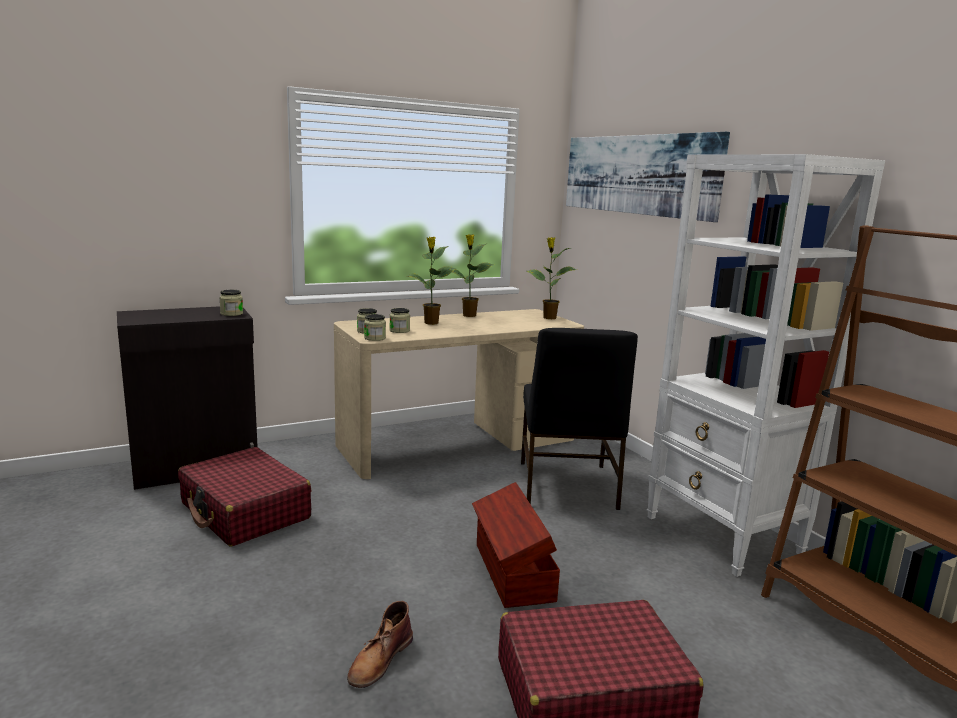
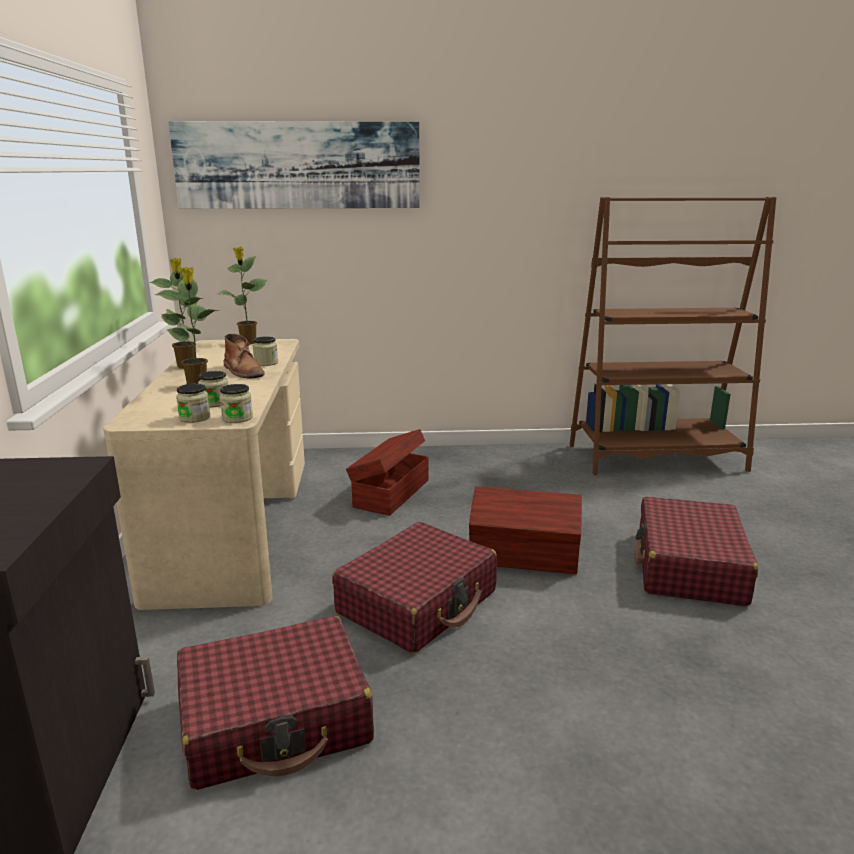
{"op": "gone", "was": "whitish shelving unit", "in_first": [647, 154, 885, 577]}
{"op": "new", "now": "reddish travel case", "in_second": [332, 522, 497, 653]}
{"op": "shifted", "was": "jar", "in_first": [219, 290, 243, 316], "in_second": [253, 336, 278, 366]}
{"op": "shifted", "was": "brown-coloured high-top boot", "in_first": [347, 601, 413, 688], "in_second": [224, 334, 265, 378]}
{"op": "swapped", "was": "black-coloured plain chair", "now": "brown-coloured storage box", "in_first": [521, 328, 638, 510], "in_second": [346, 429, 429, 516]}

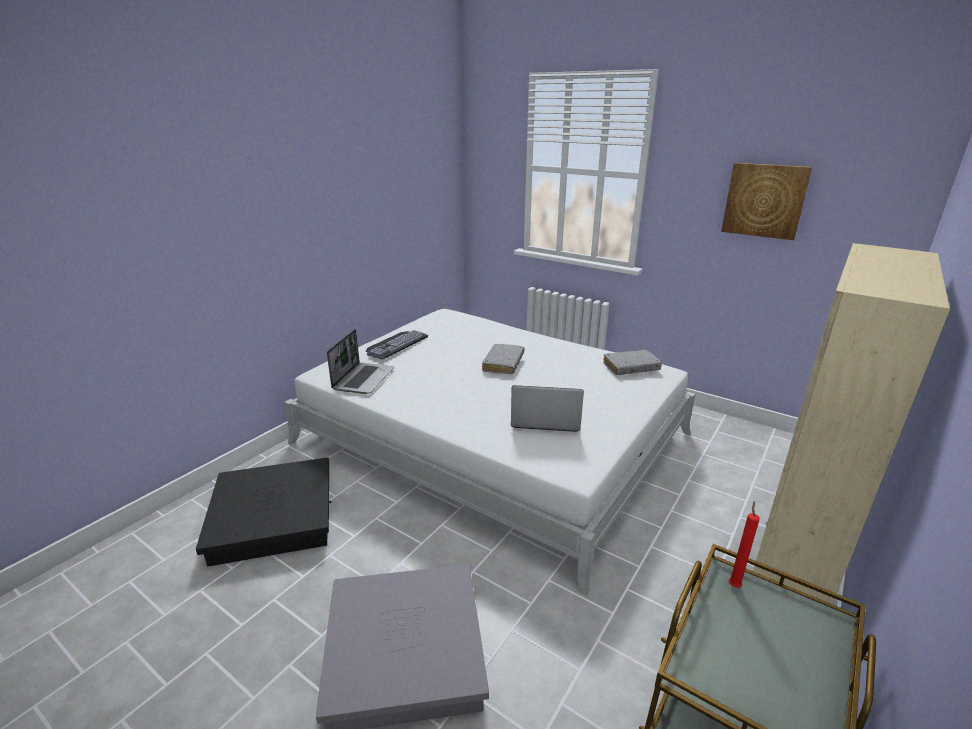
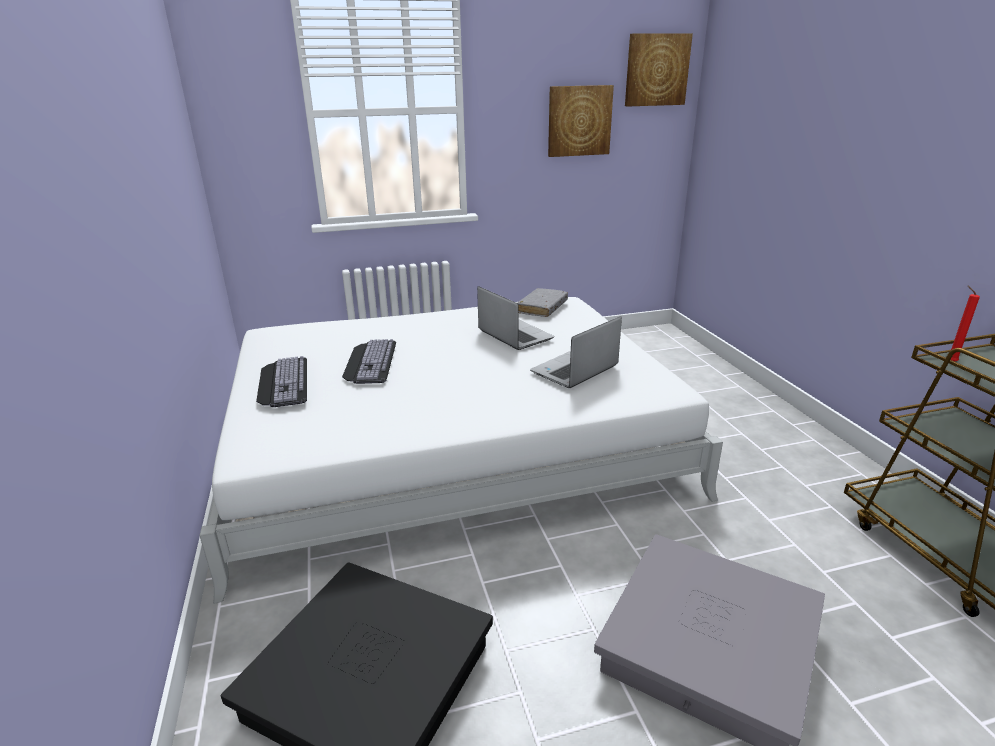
{"op": "gone", "was": "gray bound book", "in_first": [482, 344, 524, 374]}
{"op": "gone", "was": "sand-coloured shelving unit", "in_first": [753, 243, 950, 604]}
{"op": "new", "now": "PC keyboard", "in_second": [342, 339, 396, 384]}
{"op": "new", "now": "picture", "in_second": [625, 33, 693, 107]}
{"op": "shifted", "was": "laptop", "in_first": [327, 329, 394, 394], "in_second": [477, 286, 554, 350]}

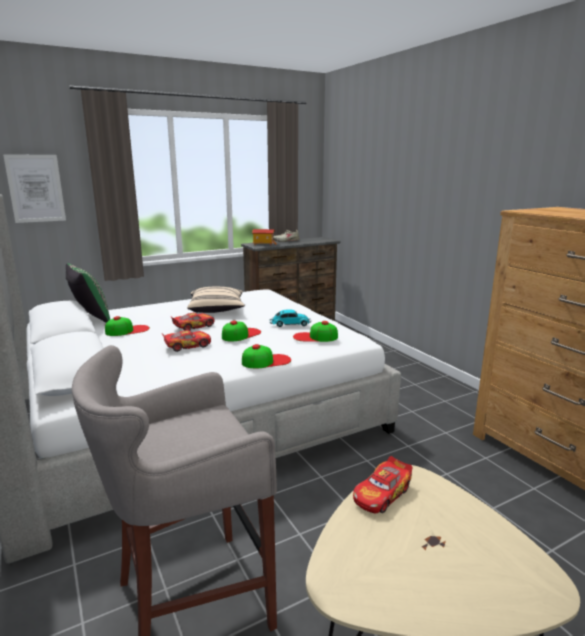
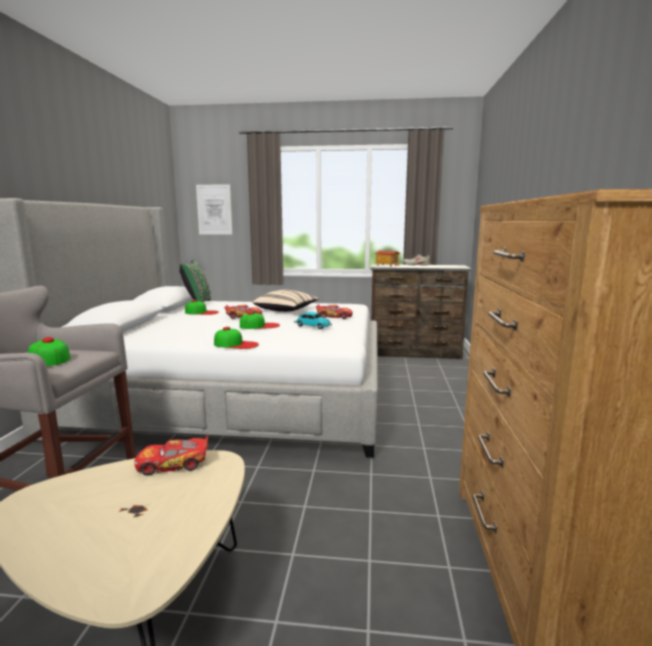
{"op": "shifted", "was": "model car", "in_first": [162, 330, 211, 352], "in_second": [316, 304, 352, 319]}
{"op": "shifted", "was": "cap", "in_first": [293, 321, 338, 342], "in_second": [28, 337, 70, 366]}

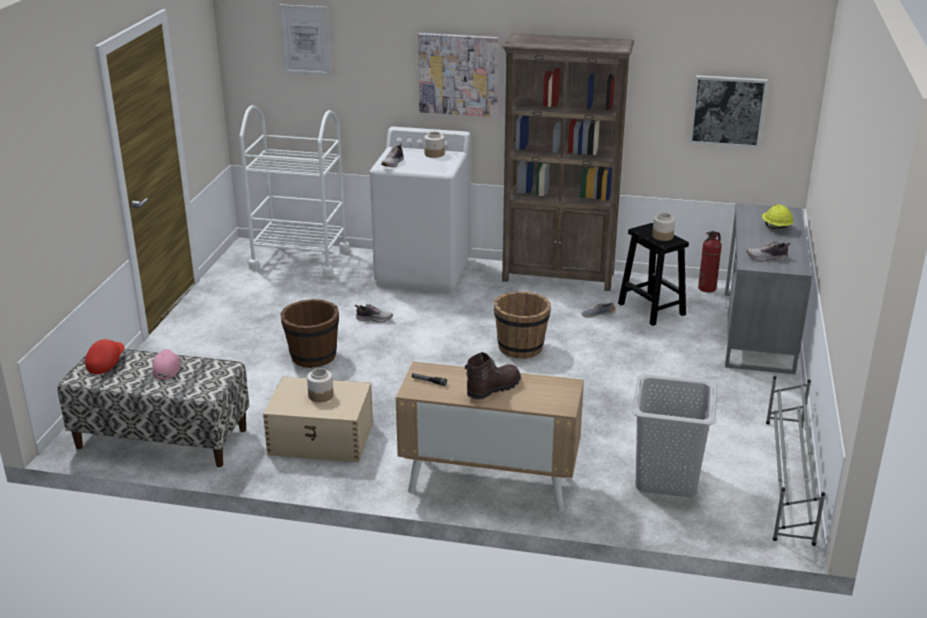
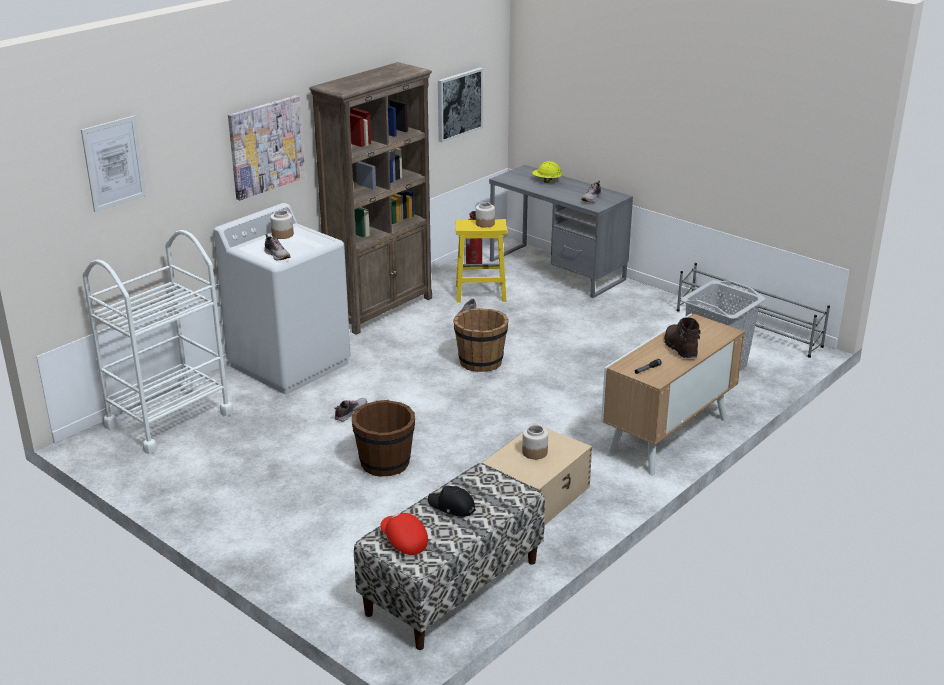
{"op": "repainted", "was": "pink cap", "now": "black-coloured cap", "in_first": [153, 349, 181, 380], "in_second": [428, 486, 476, 517]}
{"op": "repainted", "was": "black-coloured sitting stool", "now": "yellowish sitting stool", "in_first": [618, 223, 689, 326], "in_second": [456, 219, 507, 302]}

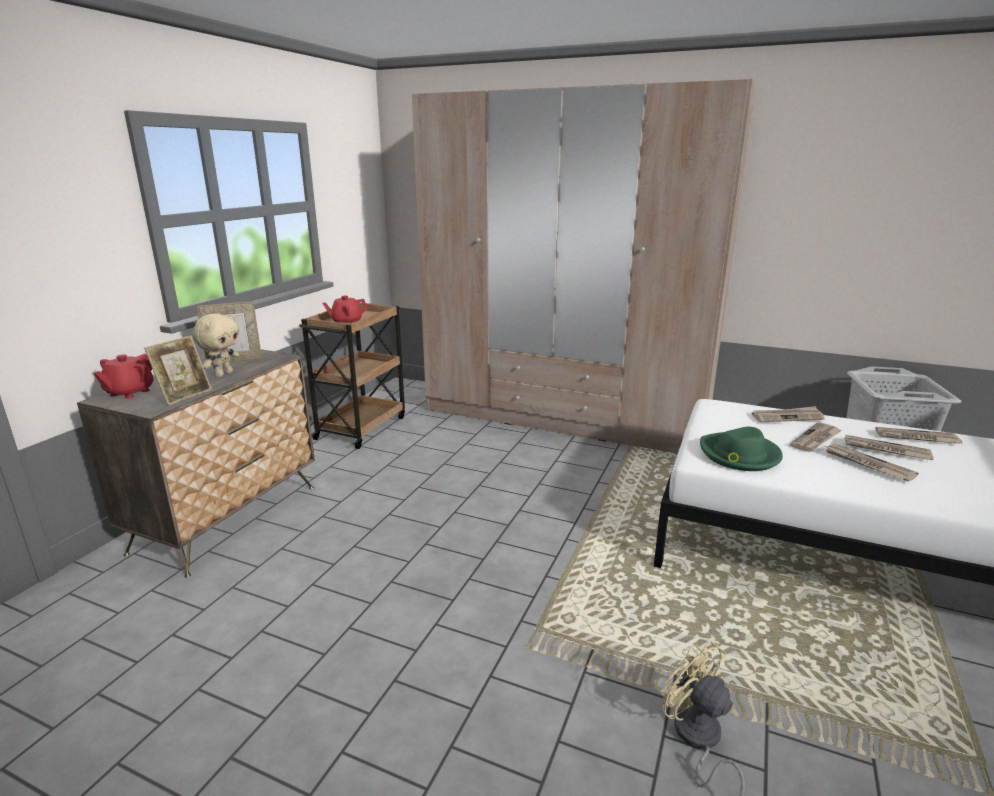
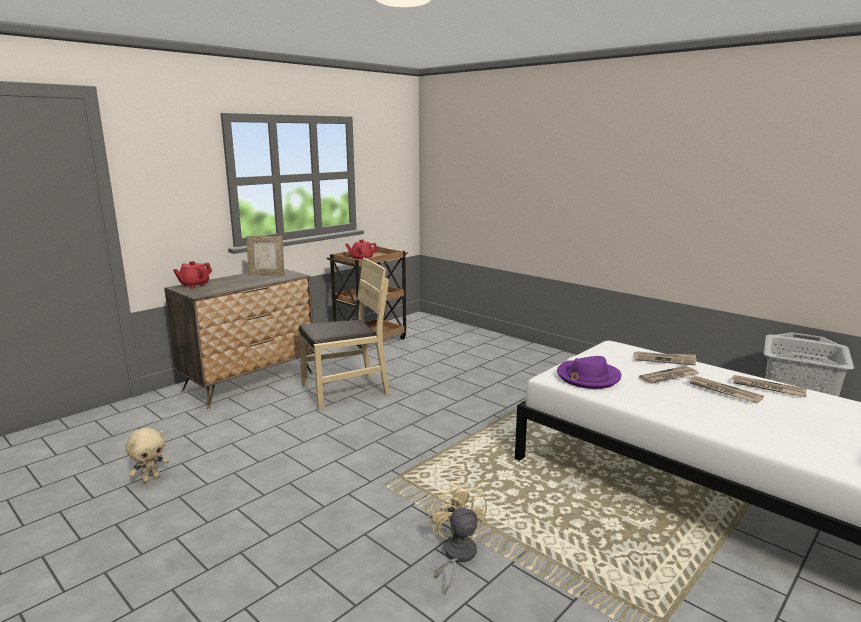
{"op": "gone", "was": "picture frame", "in_first": [144, 336, 212, 406]}
{"op": "gone", "was": "sand-coloured armoire", "in_first": [412, 79, 756, 454]}
{"op": "gone", "was": "daily paper", "in_first": [826, 444, 919, 482]}
{"op": "new", "now": "sand-coloured plain chair", "in_second": [298, 258, 390, 410]}
{"op": "shifted", "was": "sand-coloured cuddly toy", "in_first": [193, 314, 240, 377], "in_second": [126, 428, 169, 483]}
{"op": "repainted", "was": "green hat", "now": "purplish hat", "in_first": [700, 427, 783, 471], "in_second": [557, 356, 621, 389]}

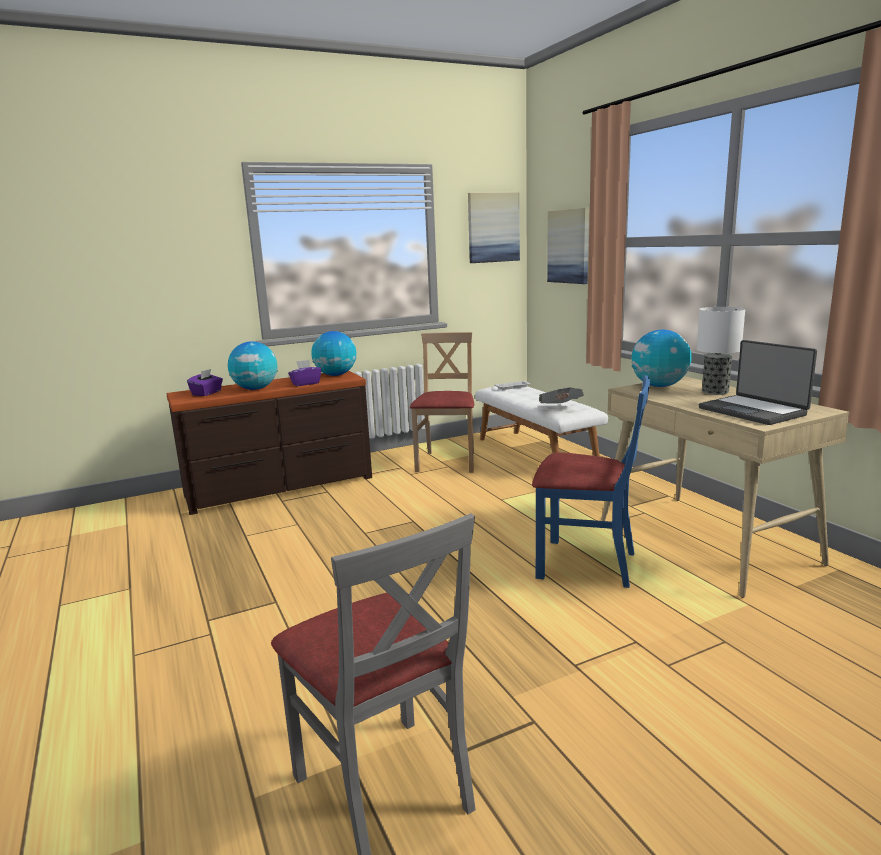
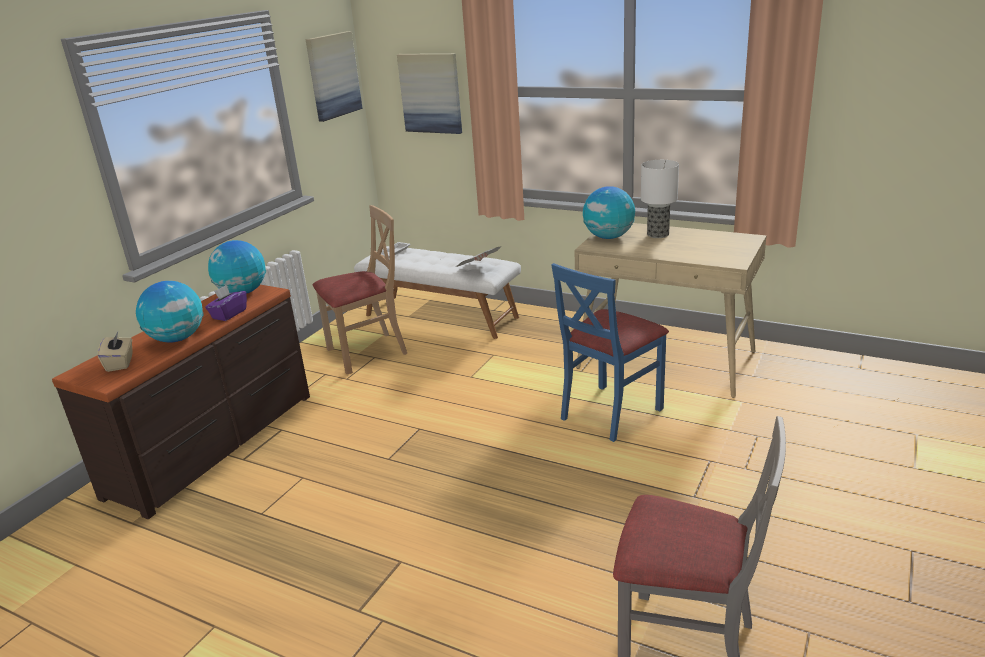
{"op": "gone", "was": "laptop", "in_first": [699, 340, 817, 425]}
{"op": "repainted", "was": "purplish tissue holder", "now": "sand-coloured tissue holder", "in_first": [187, 369, 223, 396], "in_second": [98, 332, 133, 372]}
{"op": "rotated", "was": "sand-coloured plain chair", "in_first": [410, 332, 474, 473], "in_second": [313, 205, 407, 374], "clockwise": 90}
{"op": "rotated", "was": "blue-coloured plain chair", "in_first": [532, 375, 650, 588], "in_second": [551, 263, 669, 442], "clockwise": 150}

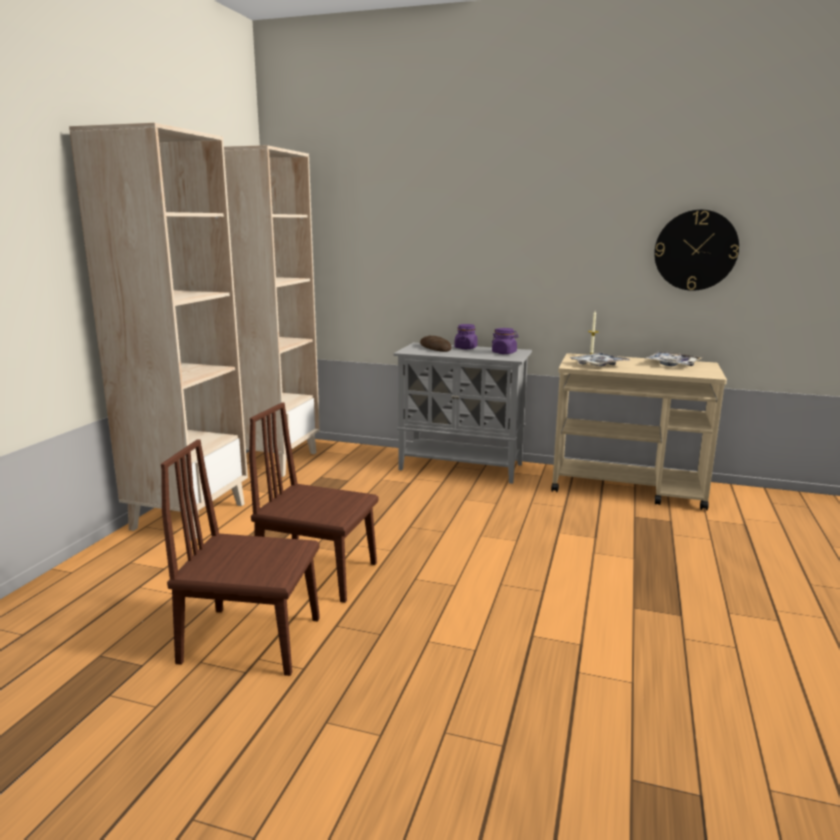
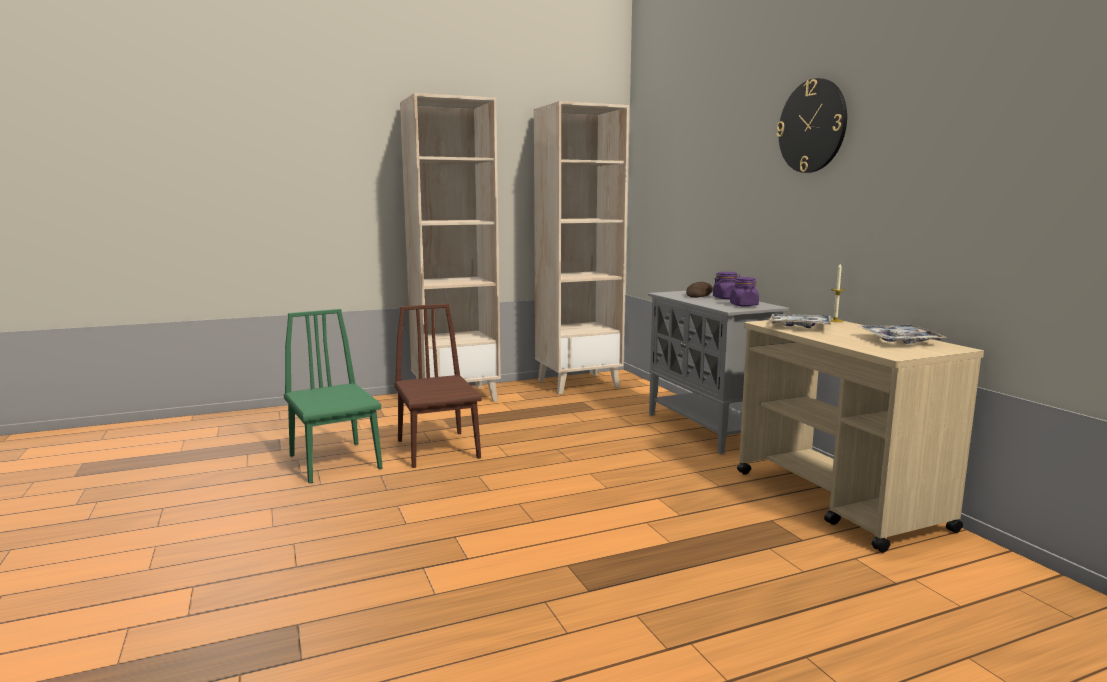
{"op": "shifted", "was": "wall clock", "in_first": [654, 210, 739, 291], "in_second": [777, 78, 847, 173]}
{"op": "repainted", "was": "brown-coloured plain chair", "now": "green plain chair", "in_first": [161, 439, 320, 676], "in_second": [284, 309, 382, 484]}

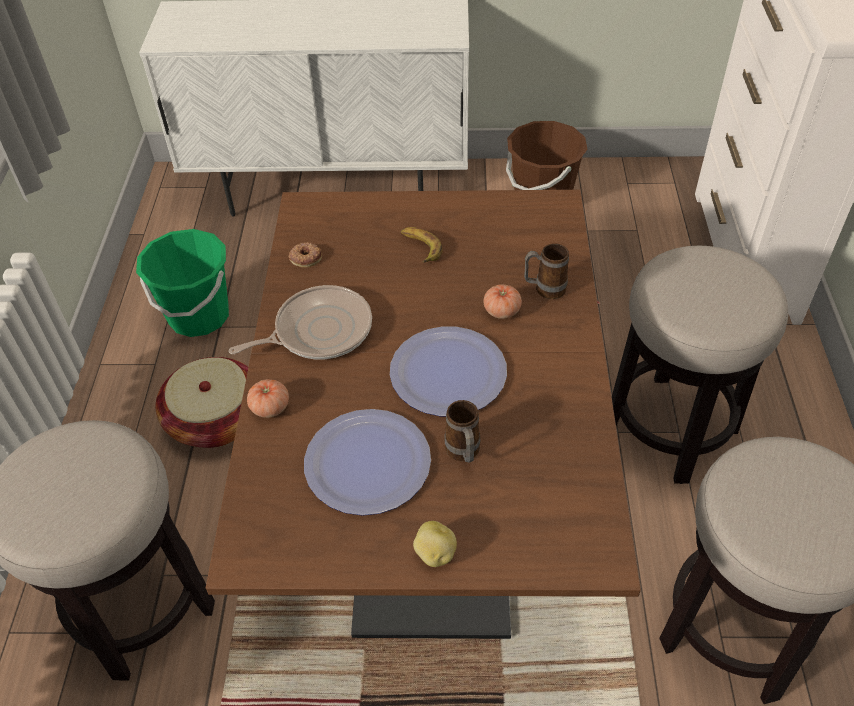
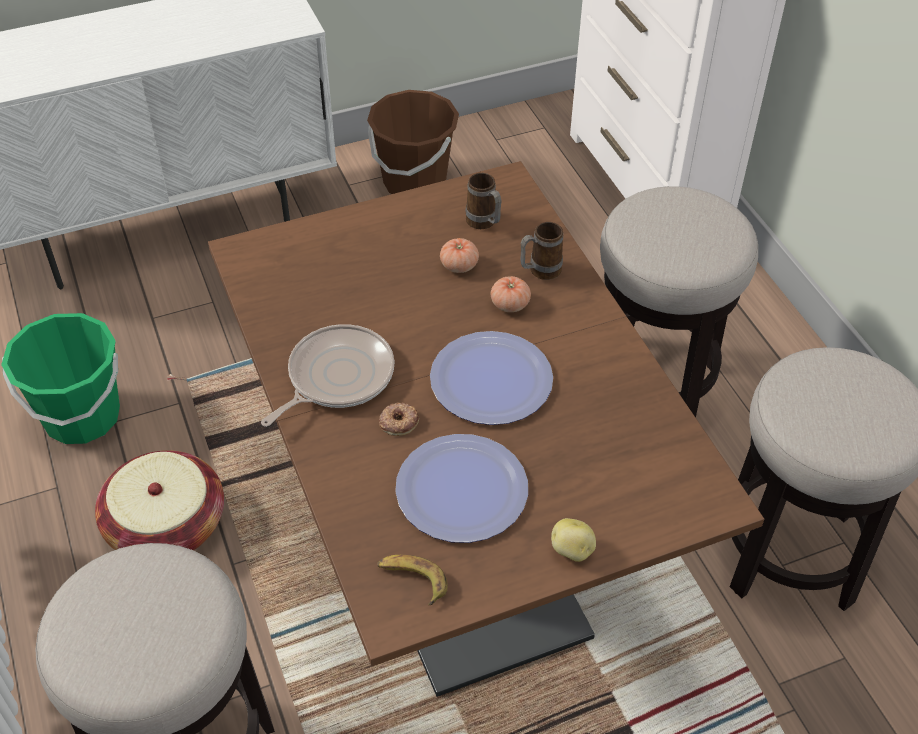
{"op": "shifted", "was": "fresh tomato", "in_first": [247, 379, 289, 418], "in_second": [440, 238, 479, 273]}
{"op": "shifted", "was": "donut", "in_first": [289, 242, 322, 268], "in_second": [379, 403, 419, 436]}
{"op": "shifted", "was": "whole banana", "in_first": [400, 227, 443, 263], "in_second": [377, 555, 448, 605]}
{"op": "shifted", "was": "coffee mug", "in_first": [444, 400, 480, 463], "in_second": [466, 173, 502, 229]}

